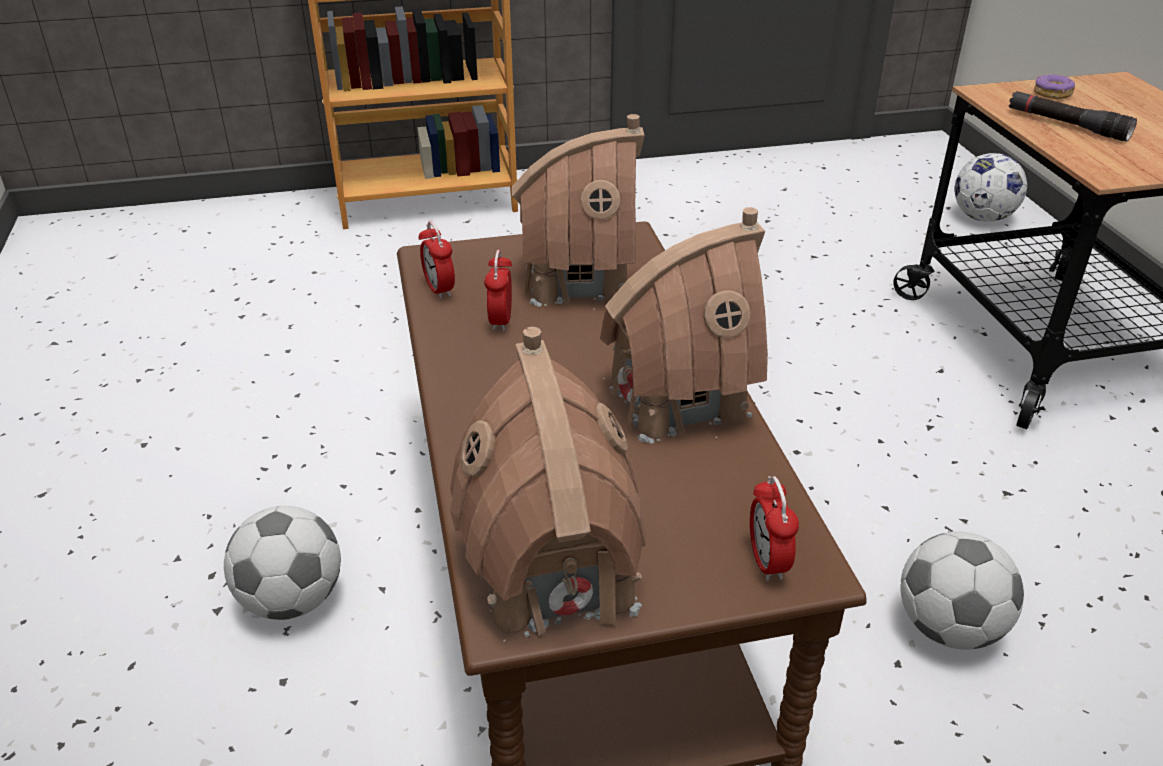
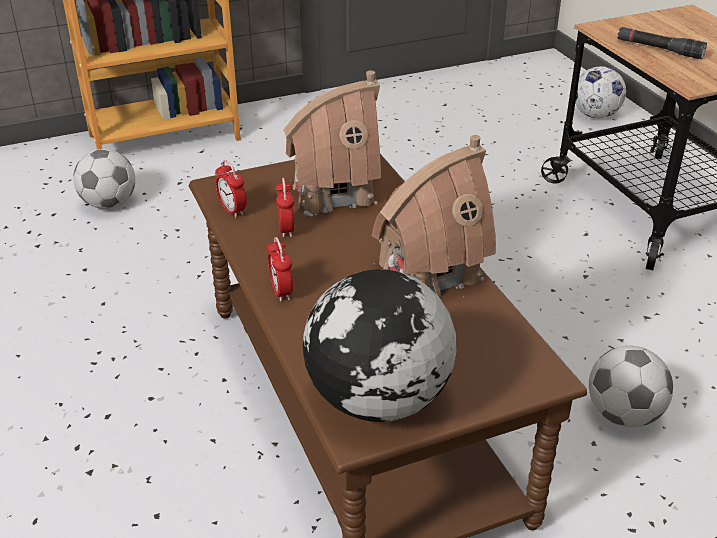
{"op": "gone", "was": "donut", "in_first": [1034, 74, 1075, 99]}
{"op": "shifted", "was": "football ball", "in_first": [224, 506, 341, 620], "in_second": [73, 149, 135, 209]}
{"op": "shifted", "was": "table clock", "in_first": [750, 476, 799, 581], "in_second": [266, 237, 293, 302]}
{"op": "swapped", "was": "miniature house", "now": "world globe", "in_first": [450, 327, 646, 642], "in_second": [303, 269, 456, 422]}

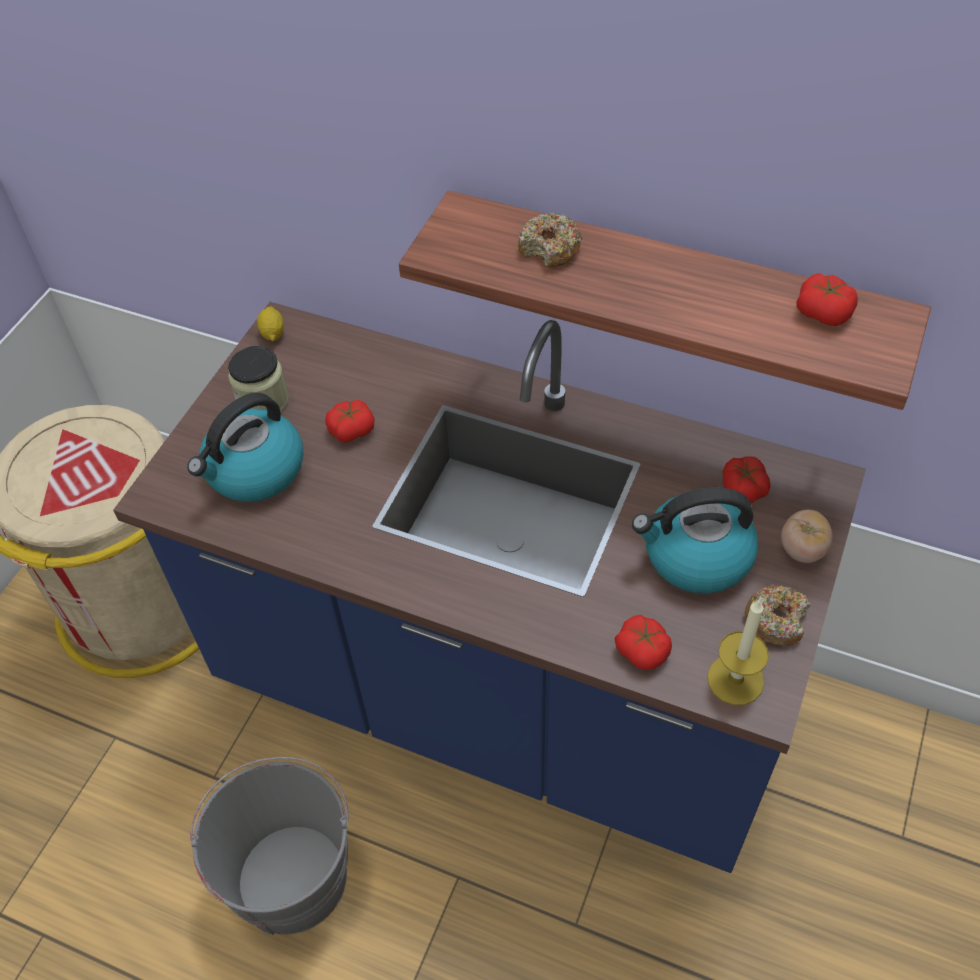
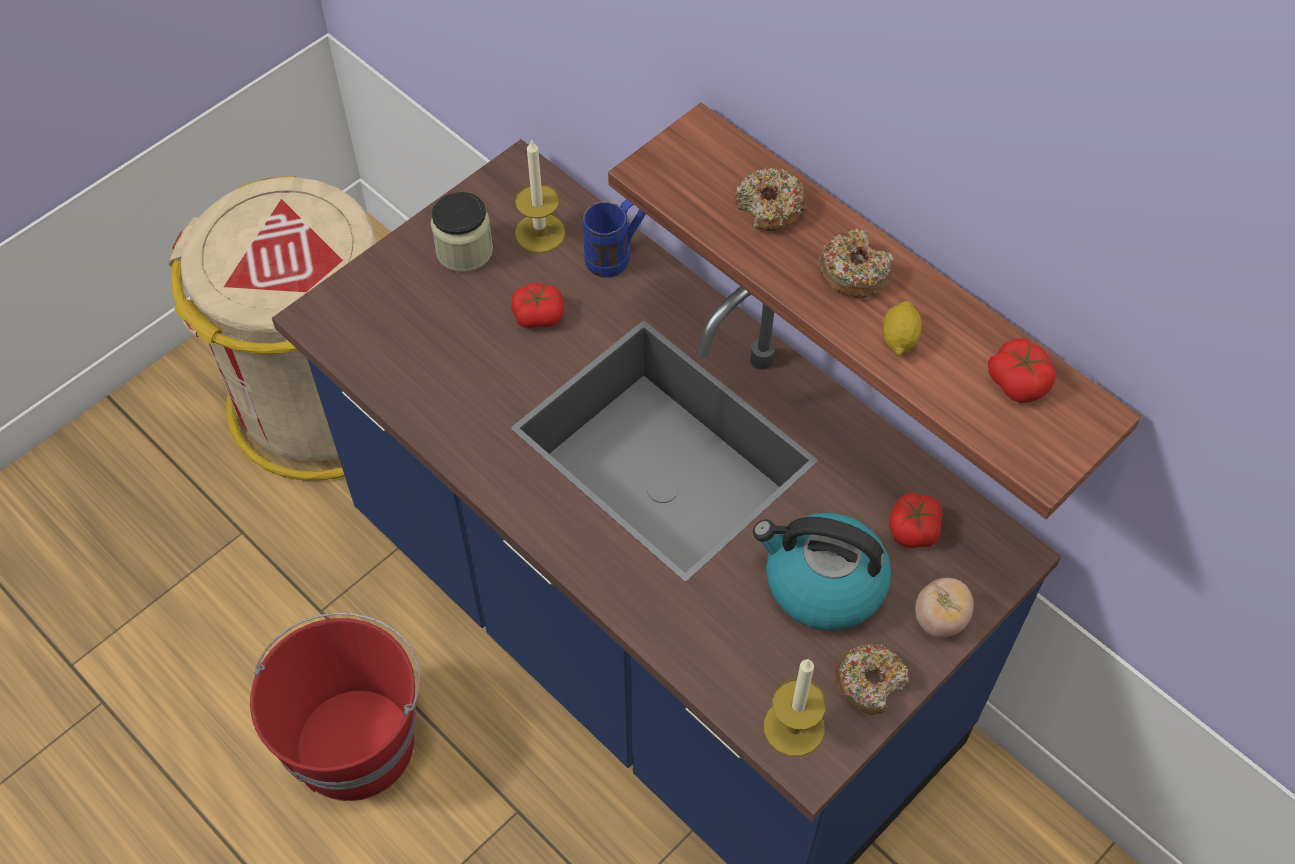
{"op": "gone", "was": "water kettle", "in_first": [187, 393, 304, 502]}
{"op": "gone", "was": "fresh tomato", "in_first": [615, 615, 672, 670]}
{"op": "new", "now": "wax light", "in_second": [515, 139, 565, 253]}
{"op": "new", "now": "blue-coloured coffee mug", "in_second": [582, 199, 645, 278]}
{"op": "new", "now": "donut", "in_second": [818, 229, 893, 298]}
{"op": "shifted", "was": "lemon", "in_first": [257, 306, 284, 342], "in_second": [882, 301, 921, 357]}
{"op": "repainted", "was": "gray pail", "now": "reddish pail", "in_first": [190, 757, 349, 935], "in_second": [250, 612, 420, 801]}

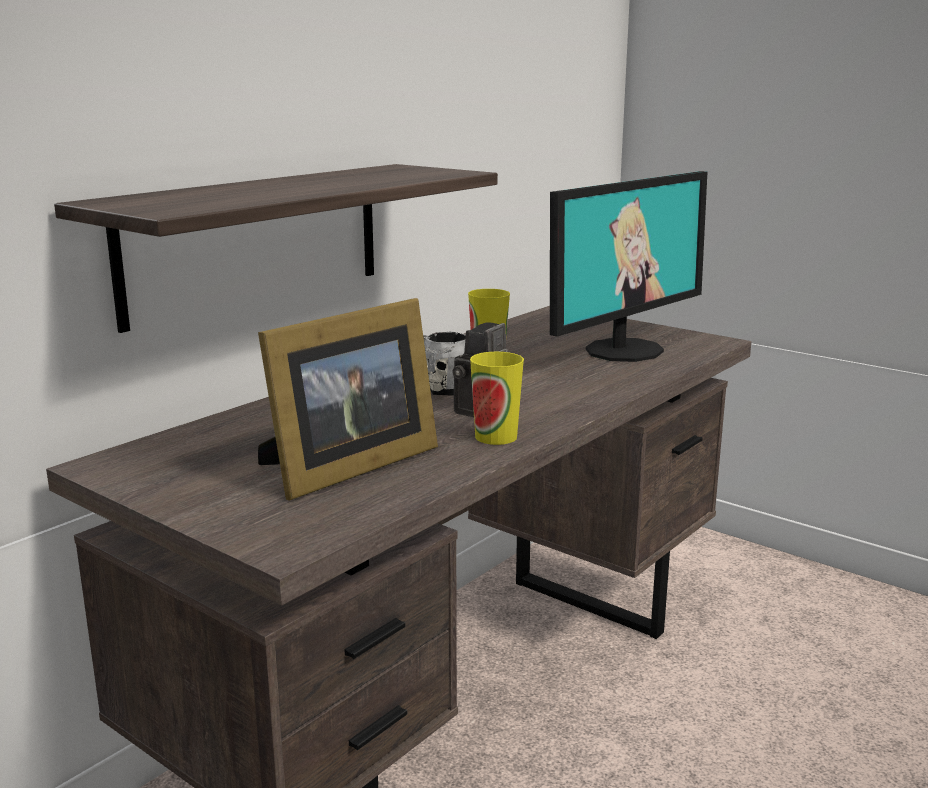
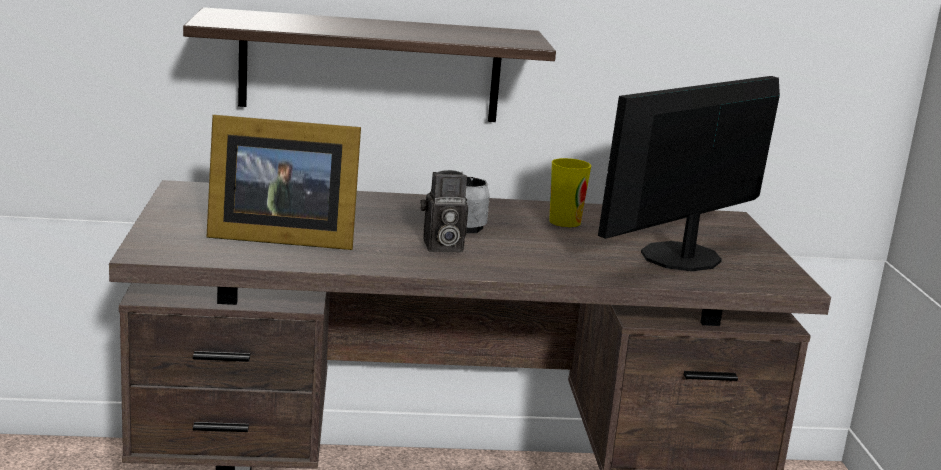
{"op": "gone", "was": "drinking cup", "in_first": [470, 352, 524, 445]}
{"op": "rotated", "was": "monitor", "in_first": [550, 171, 707, 362], "in_second": [598, 76, 780, 271], "clockwise": 135}

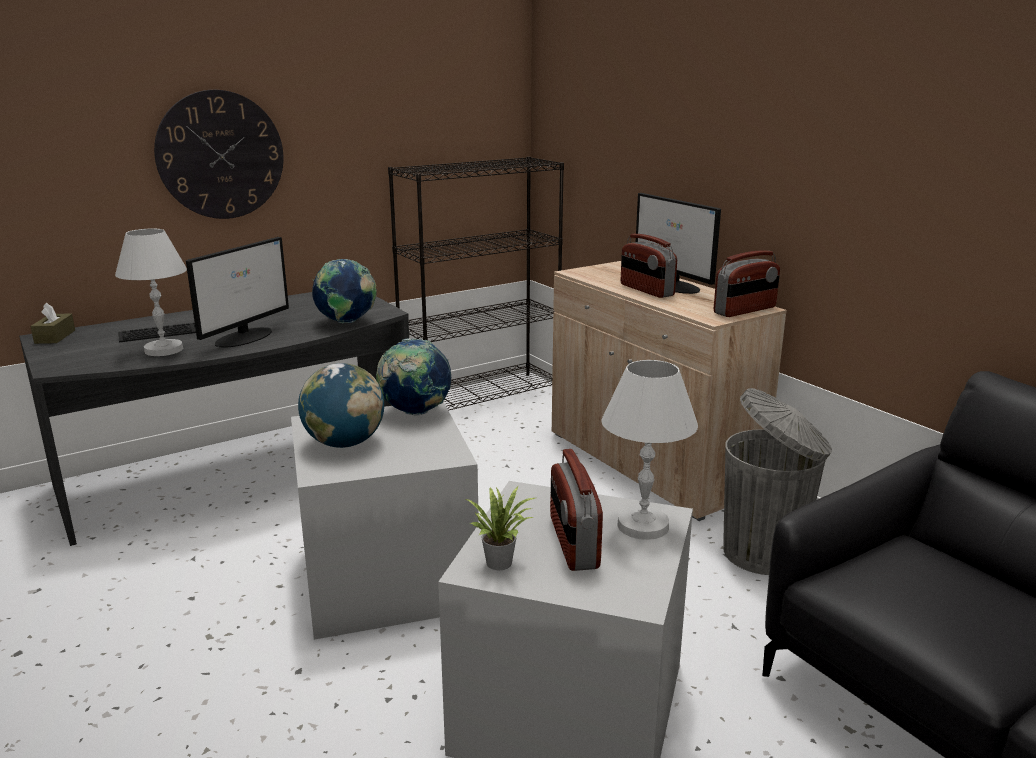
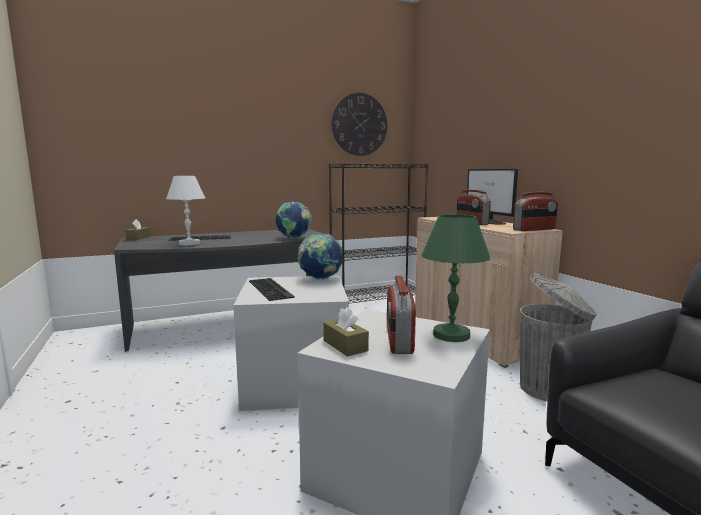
{"op": "gone", "was": "monitor", "in_first": [186, 237, 289, 348]}
{"op": "shifted", "was": "wall clock", "in_first": [154, 90, 283, 219], "in_second": [331, 93, 387, 156]}
{"op": "swapped", "was": "world globe", "now": "PC keyboard", "in_first": [298, 363, 384, 448], "in_second": [249, 278, 295, 301]}
{"op": "swapped", "was": "houseplant", "now": "brown-coloured tissue holder", "in_first": [464, 487, 535, 570], "in_second": [323, 307, 369, 357]}
{"op": "repainted", "was": "whitish tabletop lamp", "now": "green tabletop lamp", "in_first": [601, 360, 698, 540], "in_second": [421, 214, 490, 342]}

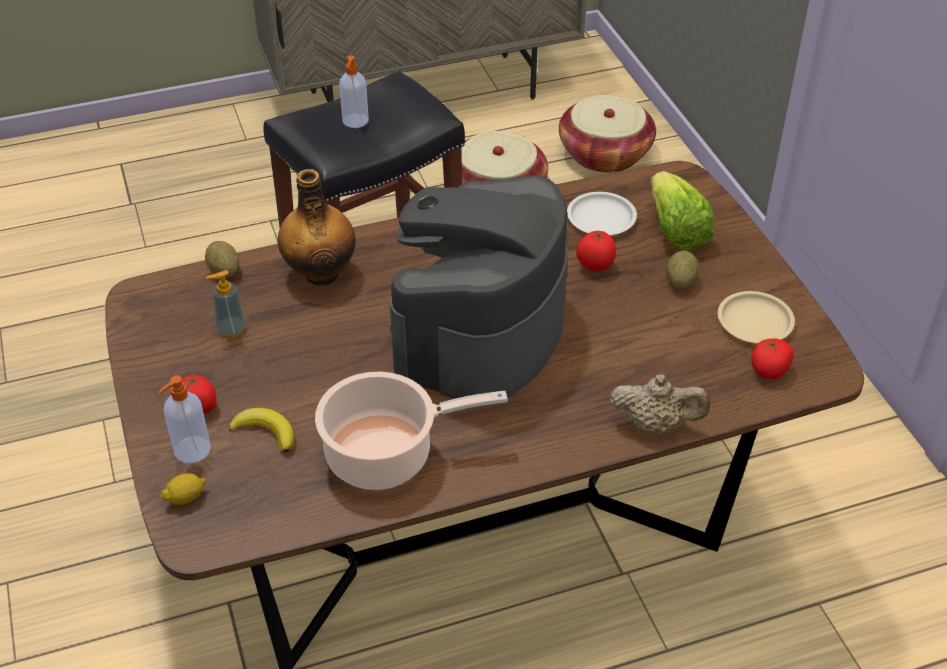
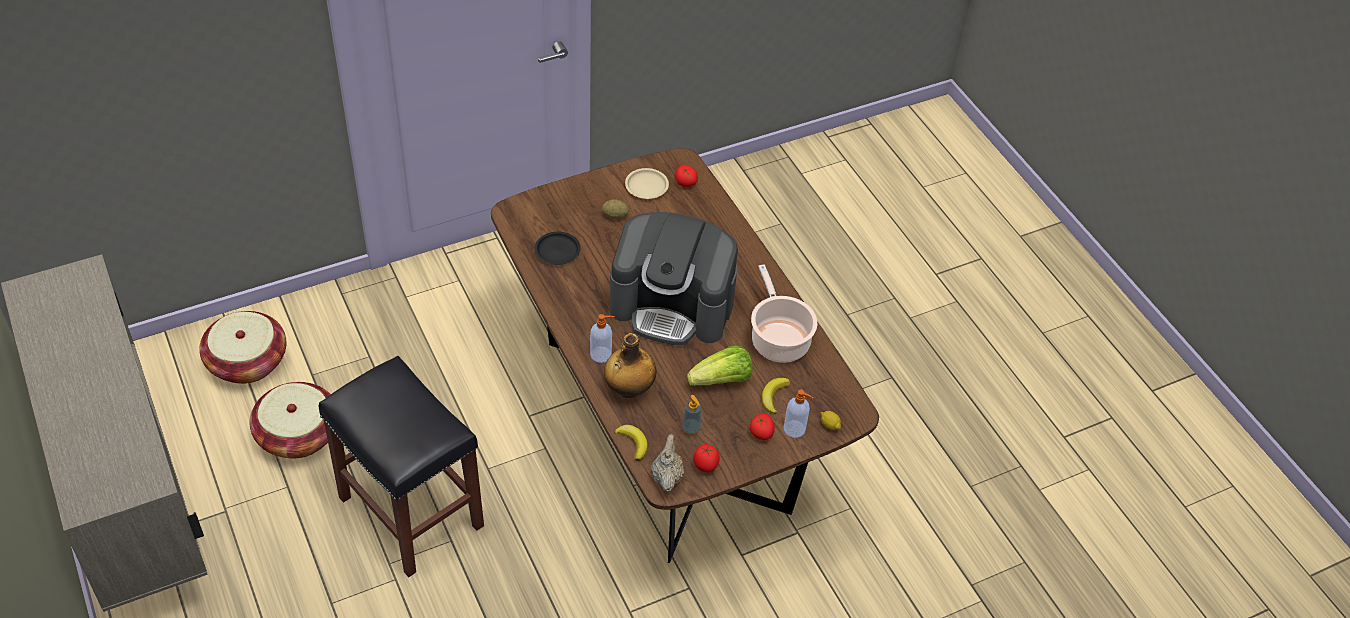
{"op": "shifted", "was": "soap bottle", "in_first": [339, 56, 369, 128], "in_second": [590, 314, 615, 363]}
{"op": "shifted", "was": "fresh tomato", "in_first": [576, 230, 616, 272], "in_second": [693, 444, 720, 473]}
{"op": "shifted", "was": "sand-coloured teapot", "in_first": [610, 374, 710, 435], "in_second": [651, 434, 684, 492]}
{"op": "shifted", "was": "lettuce head", "in_first": [651, 171, 715, 250], "in_second": [687, 346, 753, 386]}
{"op": "swapped", "was": "spud", "now": "whole banana", "in_first": [205, 241, 239, 277], "in_second": [614, 425, 648, 461]}
{"op": "repainted", "was": "whitish dinner plate", "now": "black-coloured dinner plate", "in_first": [567, 192, 637, 235], "in_second": [535, 232, 581, 265]}

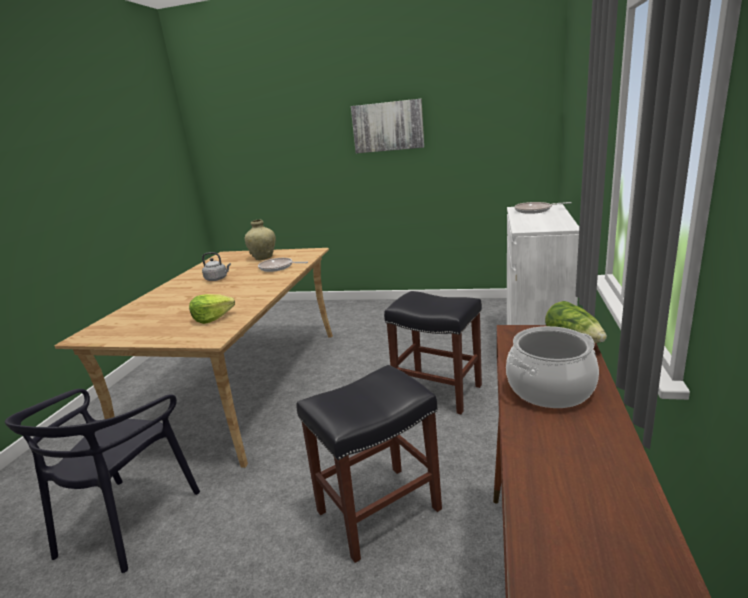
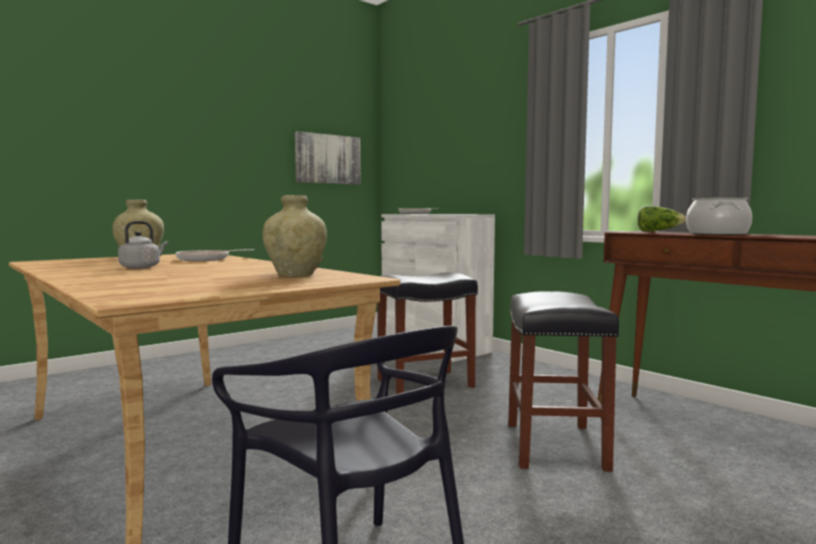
{"op": "shifted", "was": "picture", "in_first": [351, 99, 424, 153], "in_second": [295, 131, 361, 185]}
{"op": "swapped", "was": "lettuce head", "now": "sand-coloured decorative vase", "in_first": [189, 294, 235, 324], "in_second": [262, 195, 327, 277]}

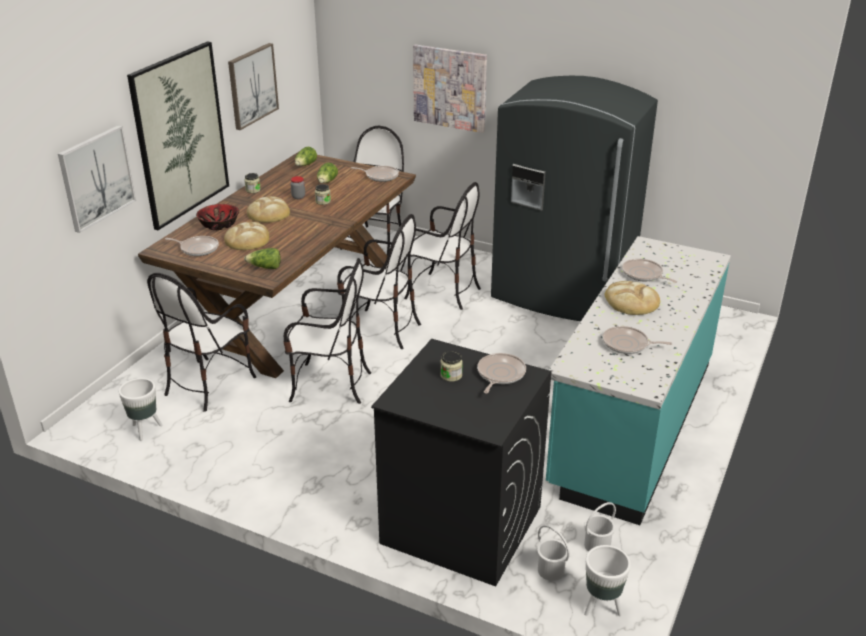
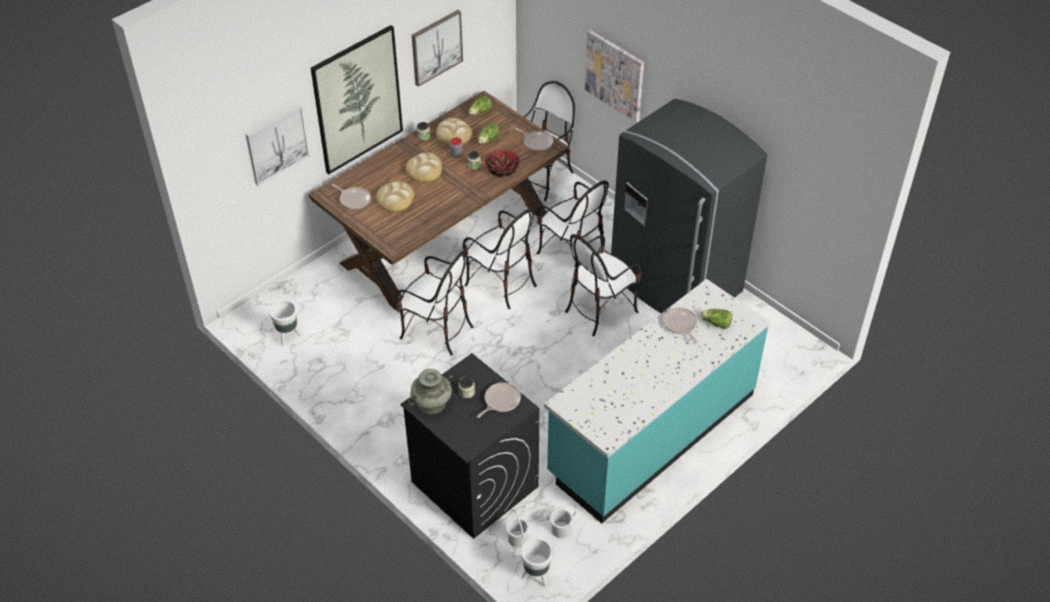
{"op": "gone", "was": "frying pan", "in_first": [602, 326, 673, 354]}
{"op": "new", "now": "blue-green decorative vase", "in_second": [408, 369, 453, 414]}
{"op": "shifted", "was": "plain chair", "in_first": [147, 273, 256, 412], "in_second": [565, 234, 642, 336]}
{"op": "shifted", "was": "bowl", "in_first": [196, 204, 239, 230], "in_second": [485, 150, 520, 177]}
{"op": "shifted", "was": "lettuce head", "in_first": [244, 248, 281, 269], "in_second": [701, 309, 732, 329]}
{"op": "shifted", "was": "baked bread", "in_first": [605, 281, 660, 315], "in_second": [436, 118, 473, 145]}

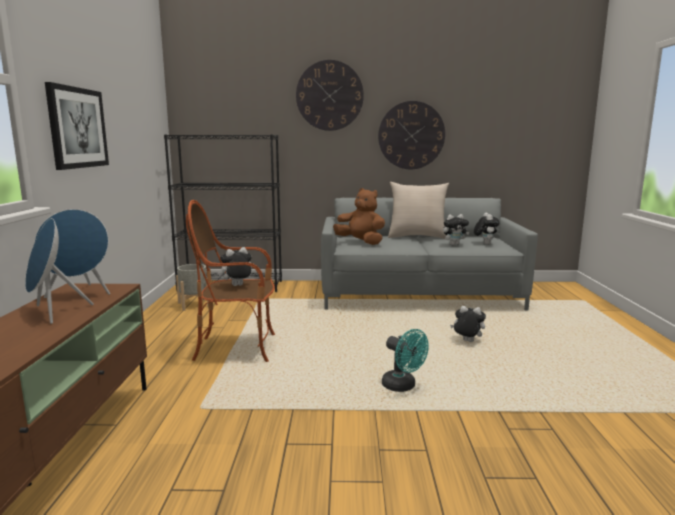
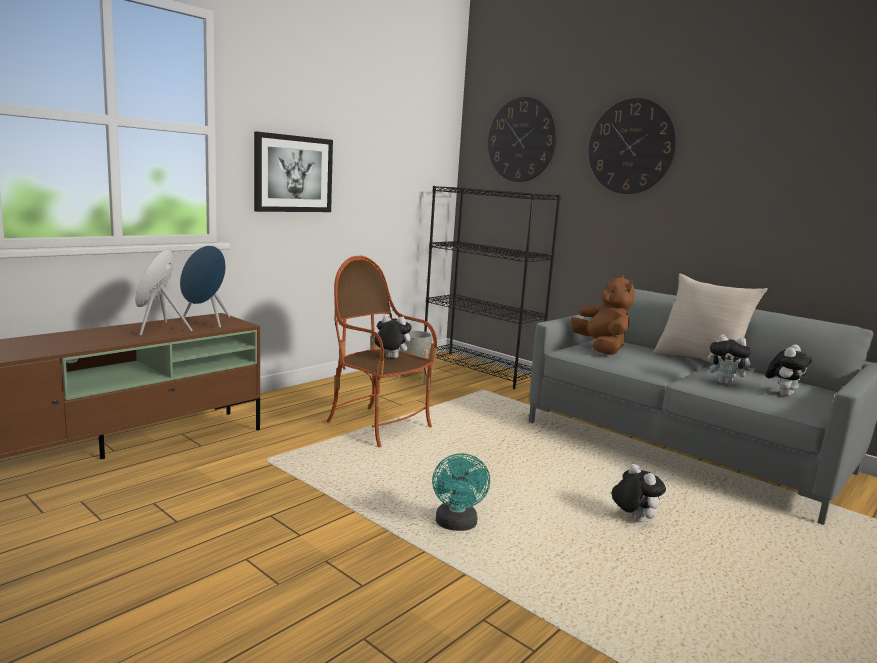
{"op": "shifted", "was": "wall clock", "in_first": [378, 101, 445, 169], "in_second": [488, 97, 557, 182]}

